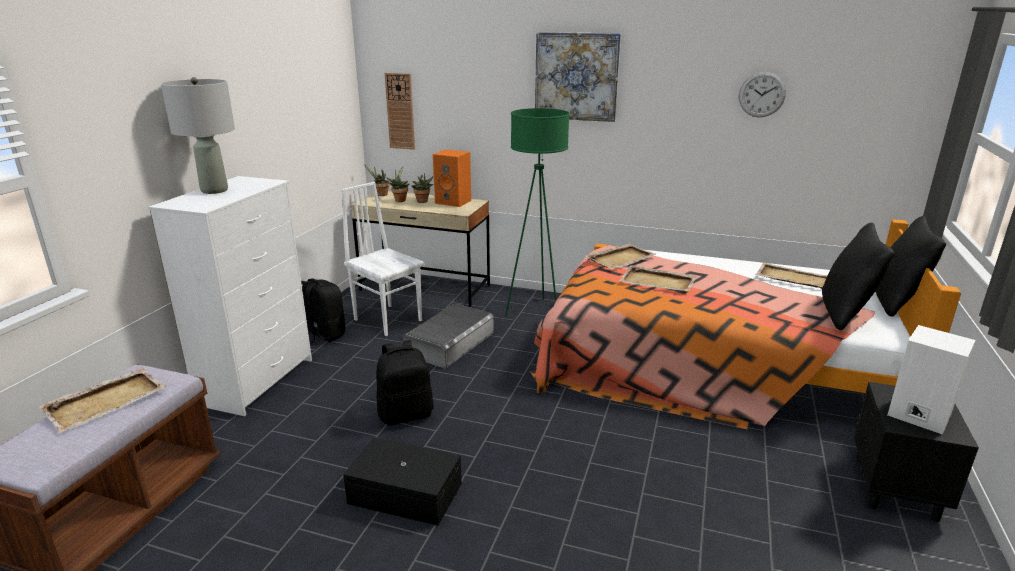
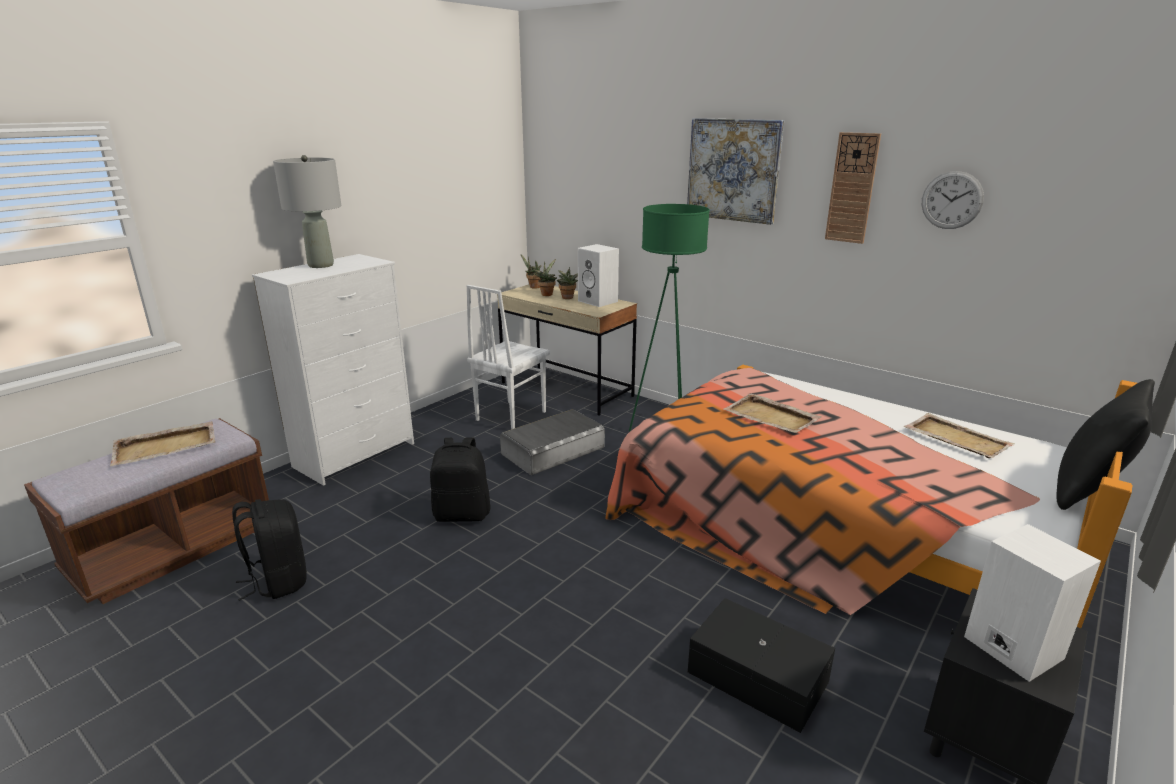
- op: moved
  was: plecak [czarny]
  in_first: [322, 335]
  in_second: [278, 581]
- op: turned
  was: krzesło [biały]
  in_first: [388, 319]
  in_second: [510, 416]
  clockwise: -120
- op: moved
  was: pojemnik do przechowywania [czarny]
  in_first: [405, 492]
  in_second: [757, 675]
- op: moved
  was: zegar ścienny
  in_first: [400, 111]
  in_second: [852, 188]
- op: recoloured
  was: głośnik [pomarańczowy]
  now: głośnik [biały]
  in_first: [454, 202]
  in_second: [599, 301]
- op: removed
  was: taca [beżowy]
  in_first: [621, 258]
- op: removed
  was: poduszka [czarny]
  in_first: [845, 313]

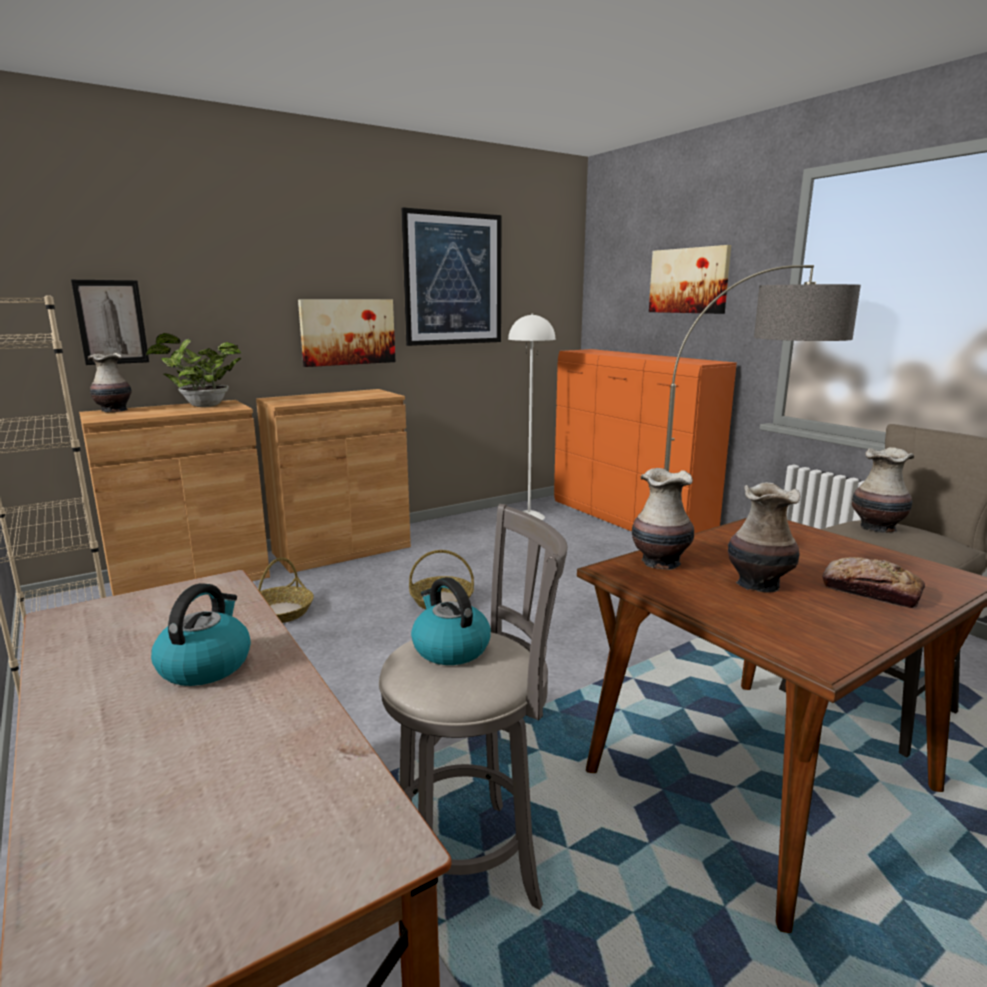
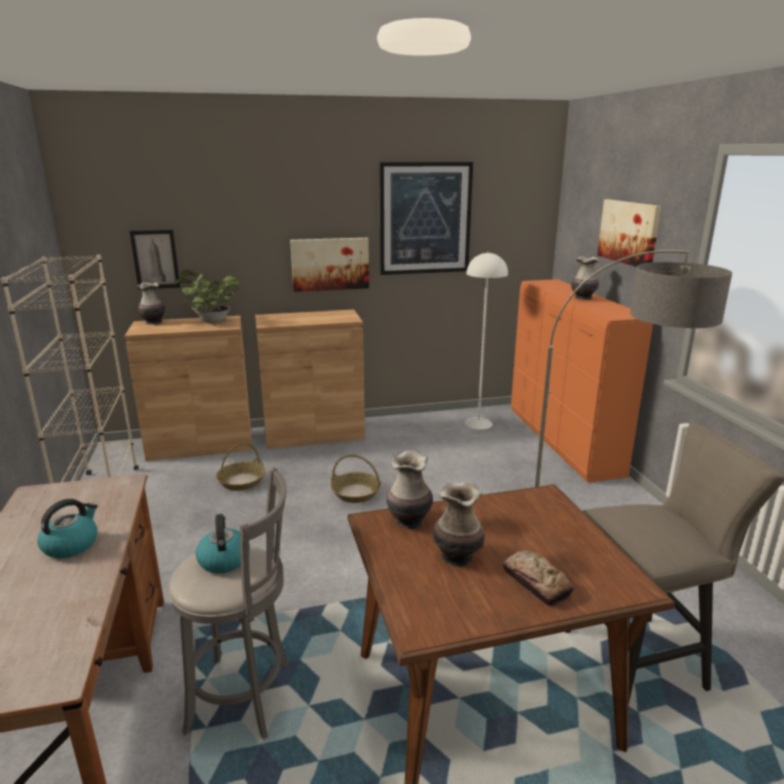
- op: moved
  was: wazon
  in_first: [877, 528]
  in_second: [583, 298]

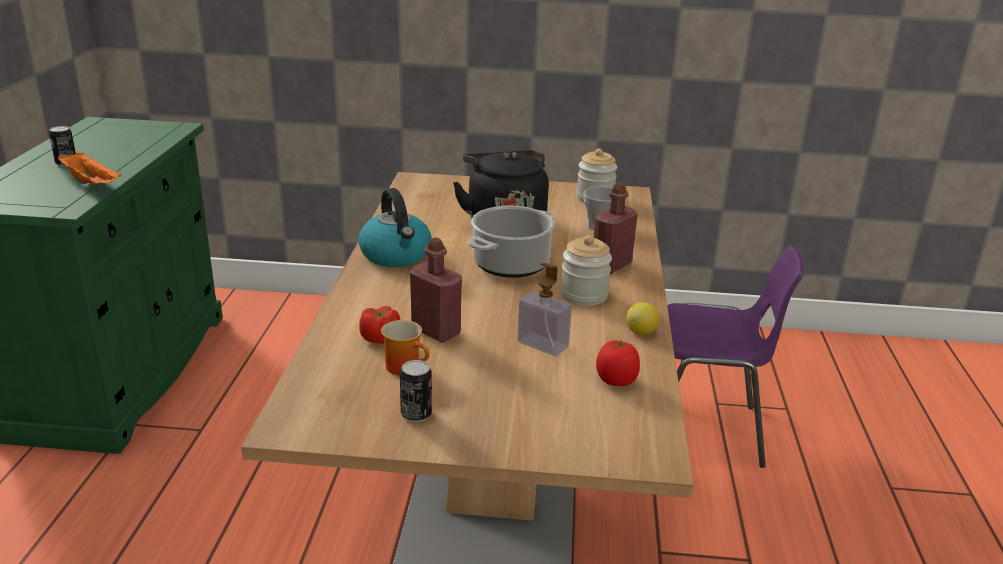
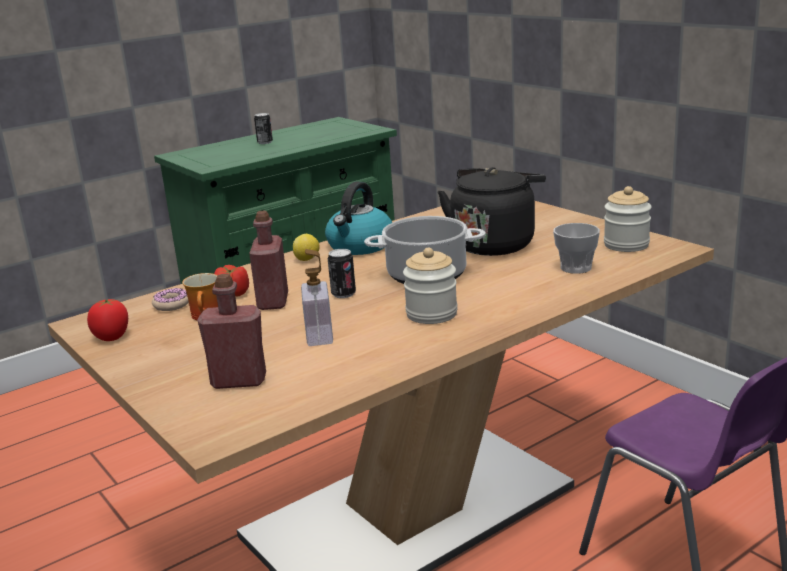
- op: removed
  was: taca [pomarańczowy]
  in_first: [92, 184]
- op: moved
  was: puszka
  in_first: [416, 414]
  in_second: [343, 294]
- op: moved
  was: butelka [czerwony]
  in_first: [611, 265]
  in_second: [239, 381]
- op: moved
  was: pomidor
  in_first: [616, 381]
  in_second: [111, 337]
- op: moved
  was: cytryna
  in_first: [641, 332]
  in_second: [307, 260]
- op: added
  now: donut
  in_second: [171, 305]

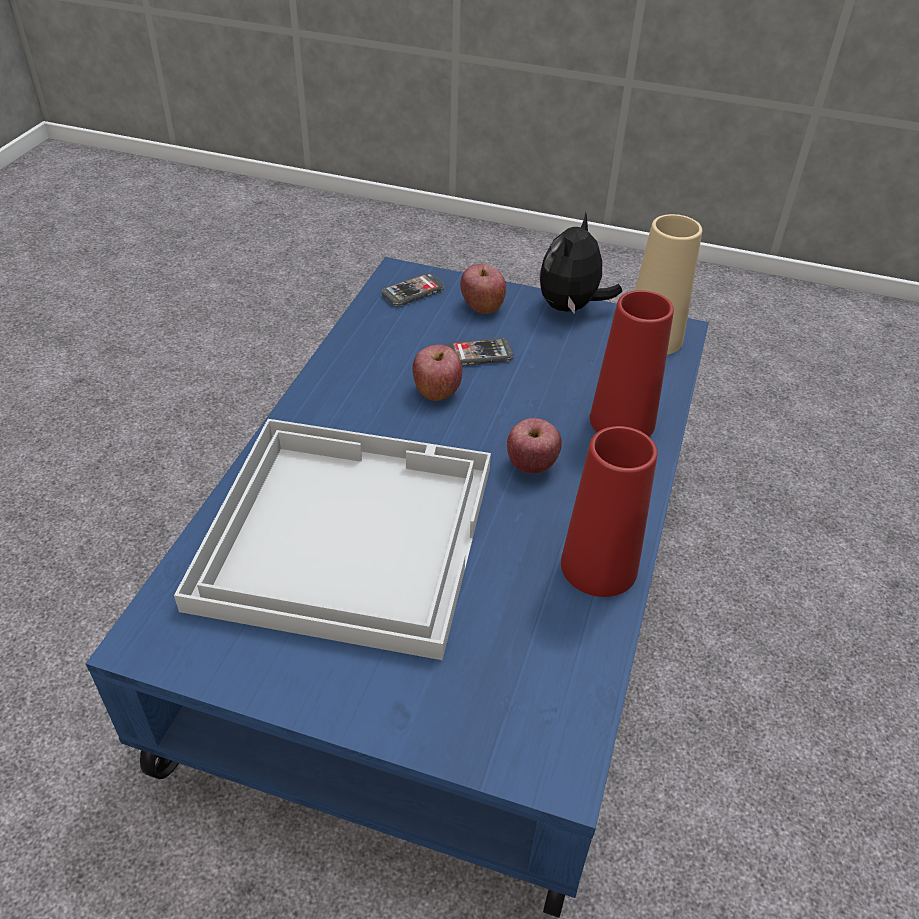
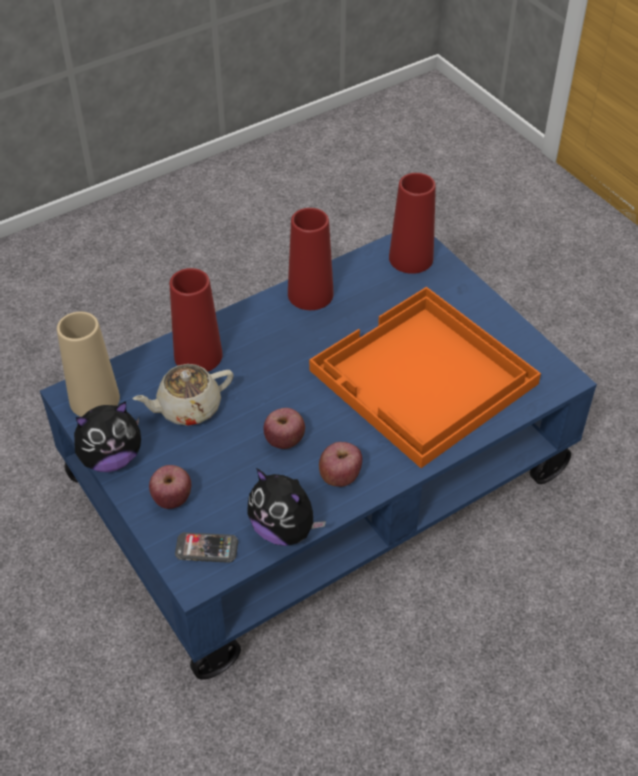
- op: recoloured
  was: taca [biały]
  now: taca [pomarańczowy]
  in_first: [344, 532]
  in_second: [423, 379]
- op: removed
  was: telefon
  in_first: [478, 354]
- op: moved
  was: jabłko
  in_first: [531, 465]
  in_second: [340, 476]
- op: added
  now: imbryk [beżowy]
  in_second: [188, 408]
- op: added
  now: pluszak
  in_second: [284, 529]
- op: added
  now: wazon [czerwony]
  in_second: [411, 258]

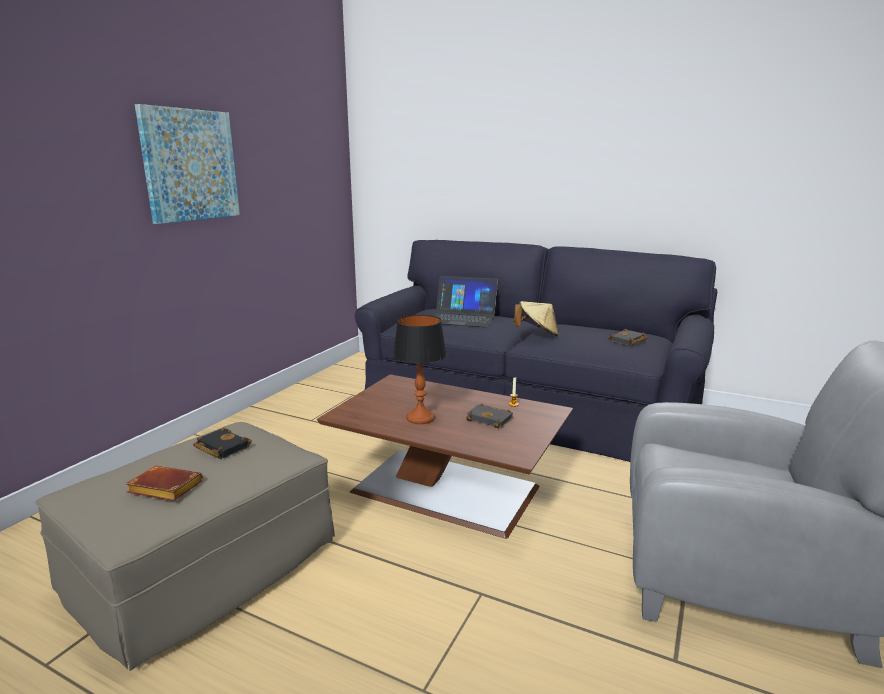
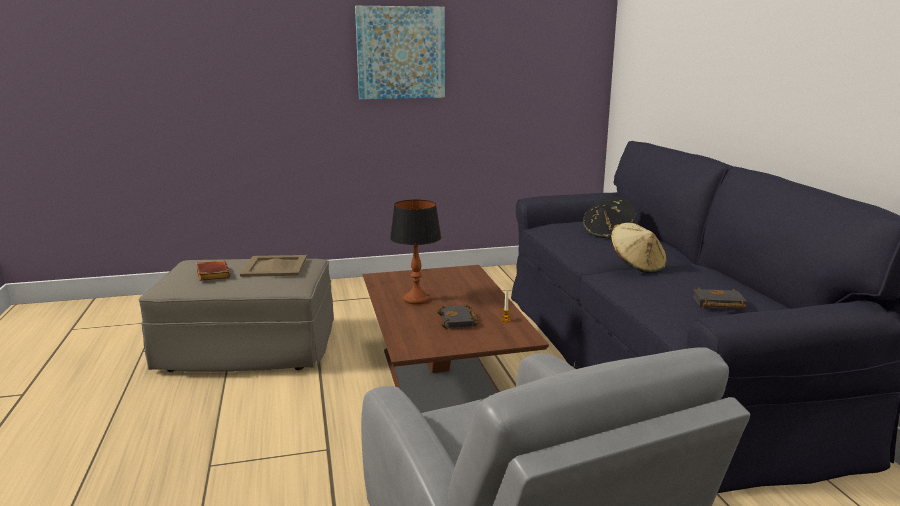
- op: replaced
  was: książka [czarny]
  now: taca [beżowy]
  in_first: [220, 447]
  in_second: [274, 266]
- op: replaced
  was: laptop
  now: kapelusz [czarny]
  in_first: [462, 318]
  in_second: [608, 233]

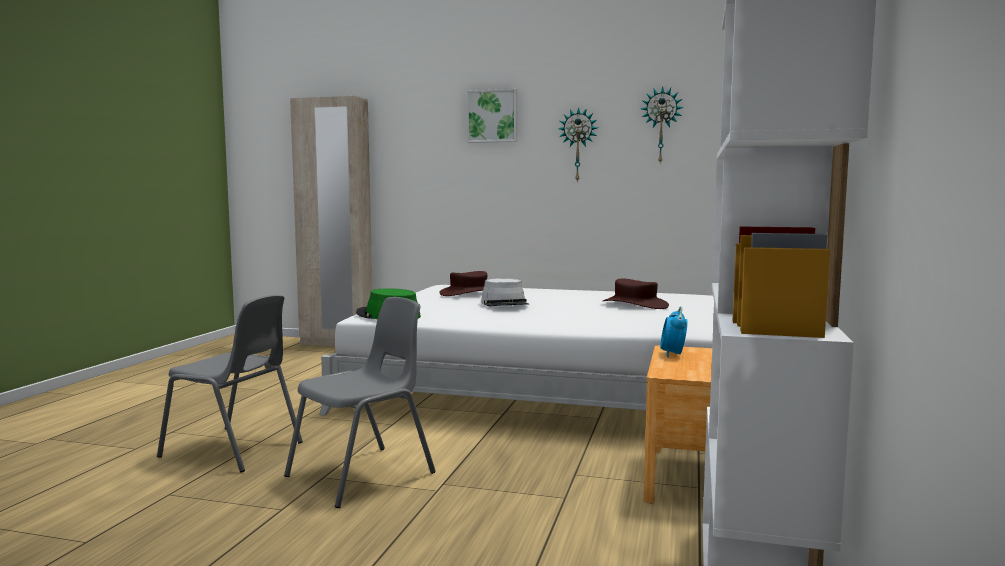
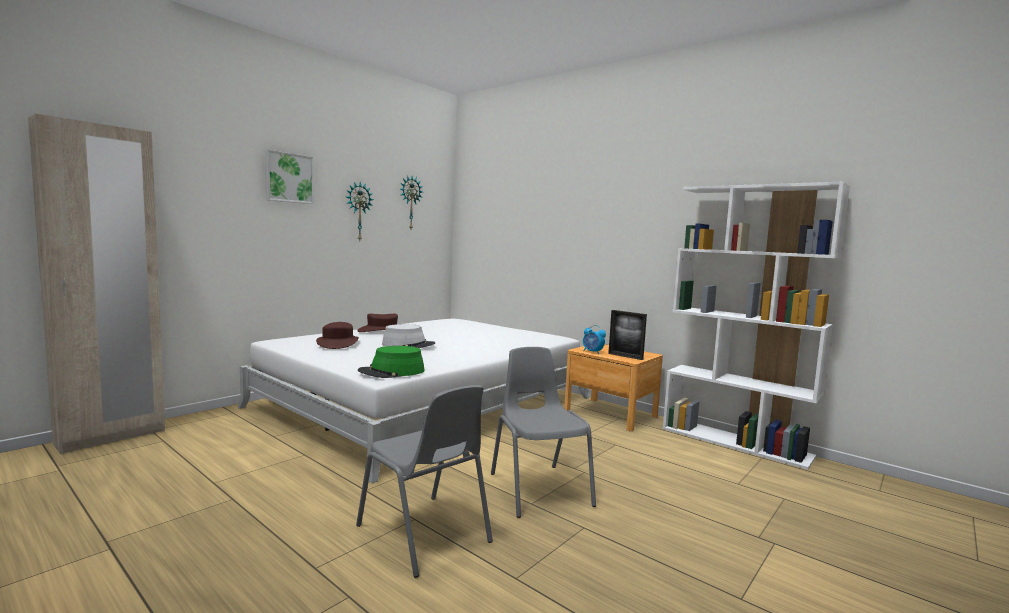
- op: turned
  was: krzesło [szary]
  in_first: [234, 450]
  in_second: [425, 534]
  clockwise: 90
- op: moved
  was: kapelusz [brązowy]
  in_first: [635, 304]
  in_second: [382, 331]
- op: added
  now: ramka na zdjęcie
  in_second: [625, 356]

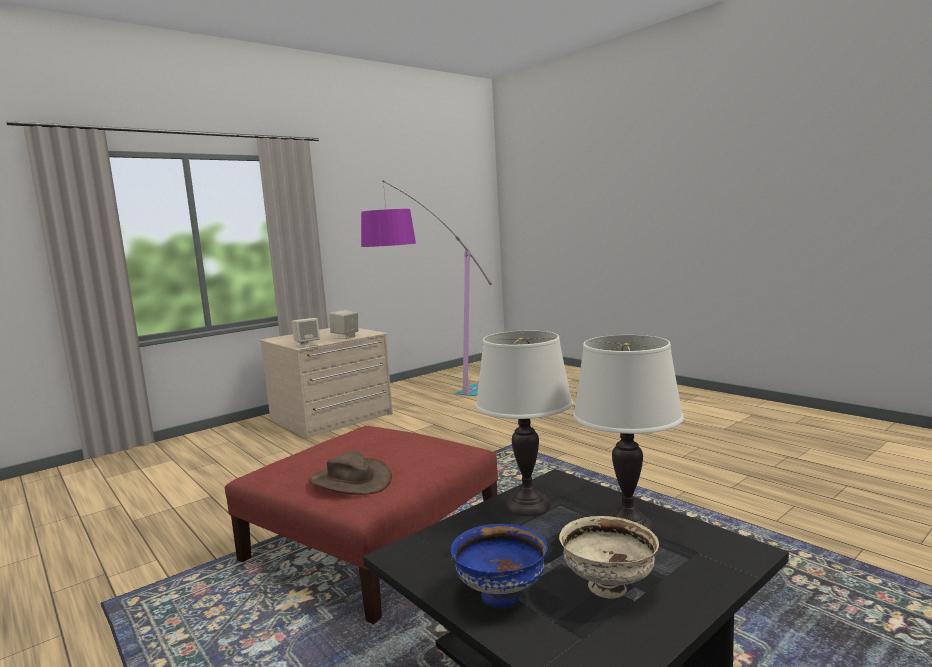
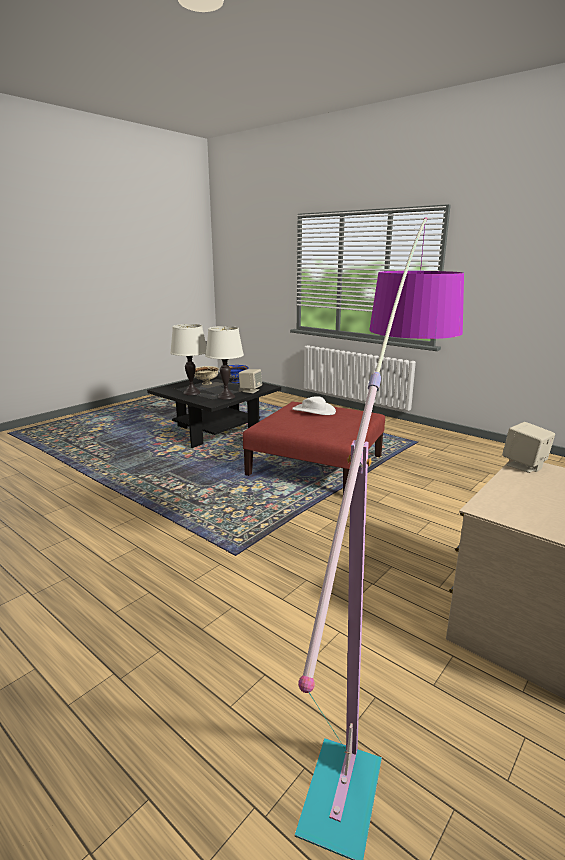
- op: recoloured
  was: kapelusz [brązowy]
  now: kapelusz [biały]
  in_first: [350, 481]
  in_second: [314, 410]
- op: moved
  was: głośnik [beżowy]
  in_first: [345, 337]
  in_second: [250, 390]

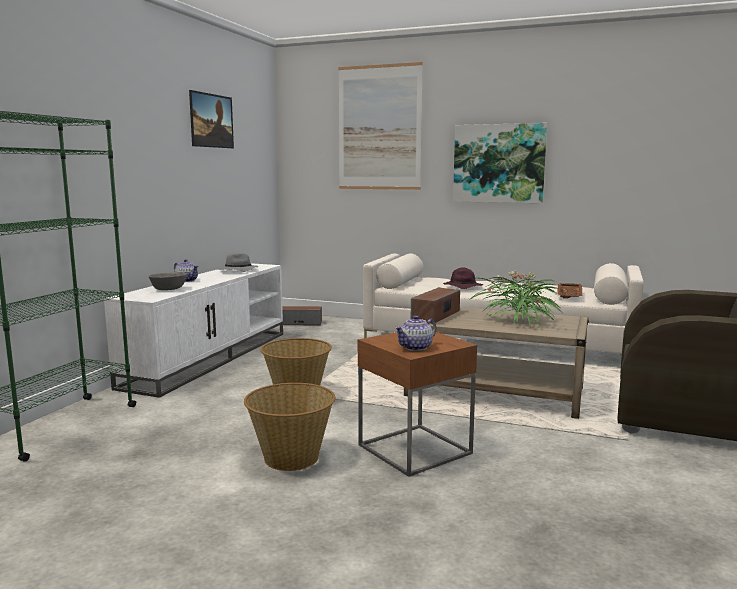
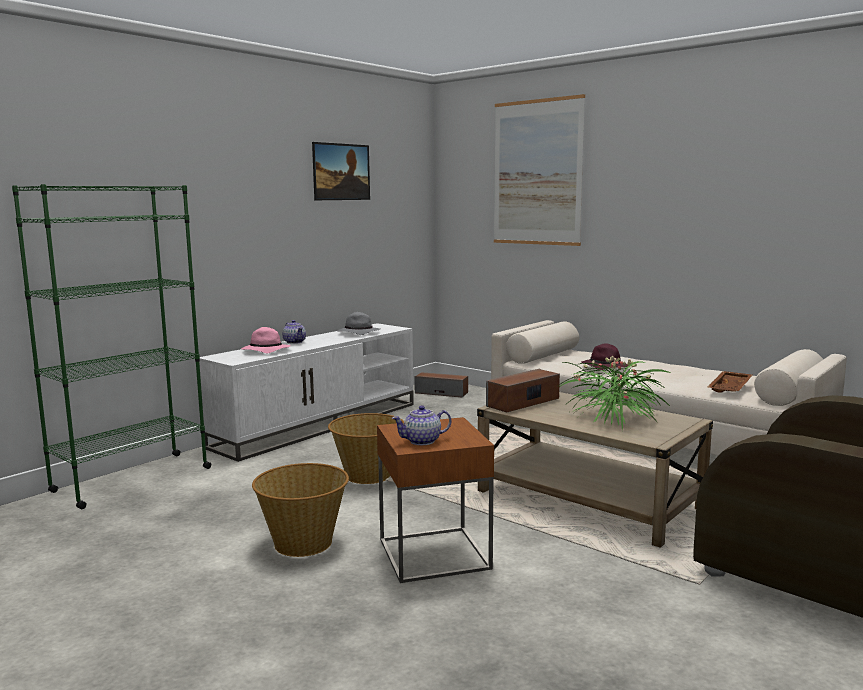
- op: replaced
  was: miska [szary]
  now: kapelusz [różowy]
  in_first: [168, 289]
  in_second: [265, 351]
- op: removed
  was: obraz
  in_first: [499, 163]

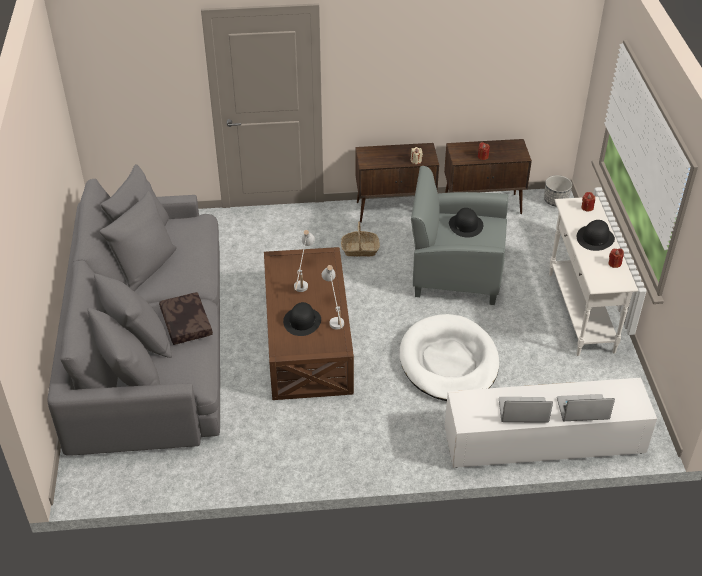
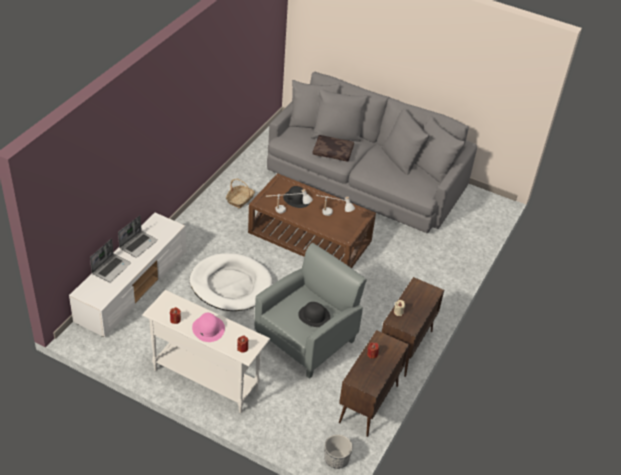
- op: moved
  was: koszyk
  in_first: [360, 249]
  in_second: [240, 200]
- op: recoloured
  was: kapelusz [czarny]
  now: kapelusz [różowy]
  in_first: [595, 238]
  in_second: [208, 328]

